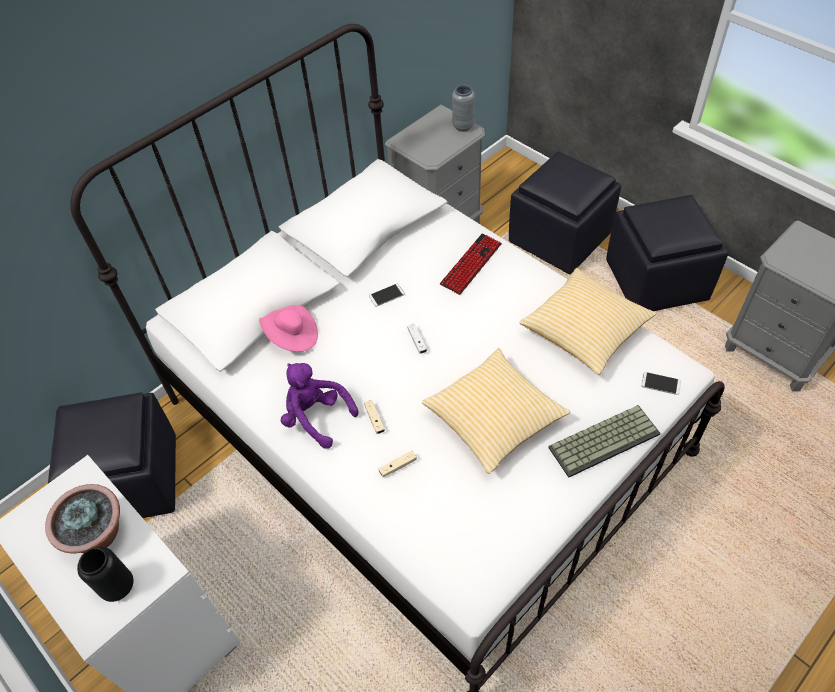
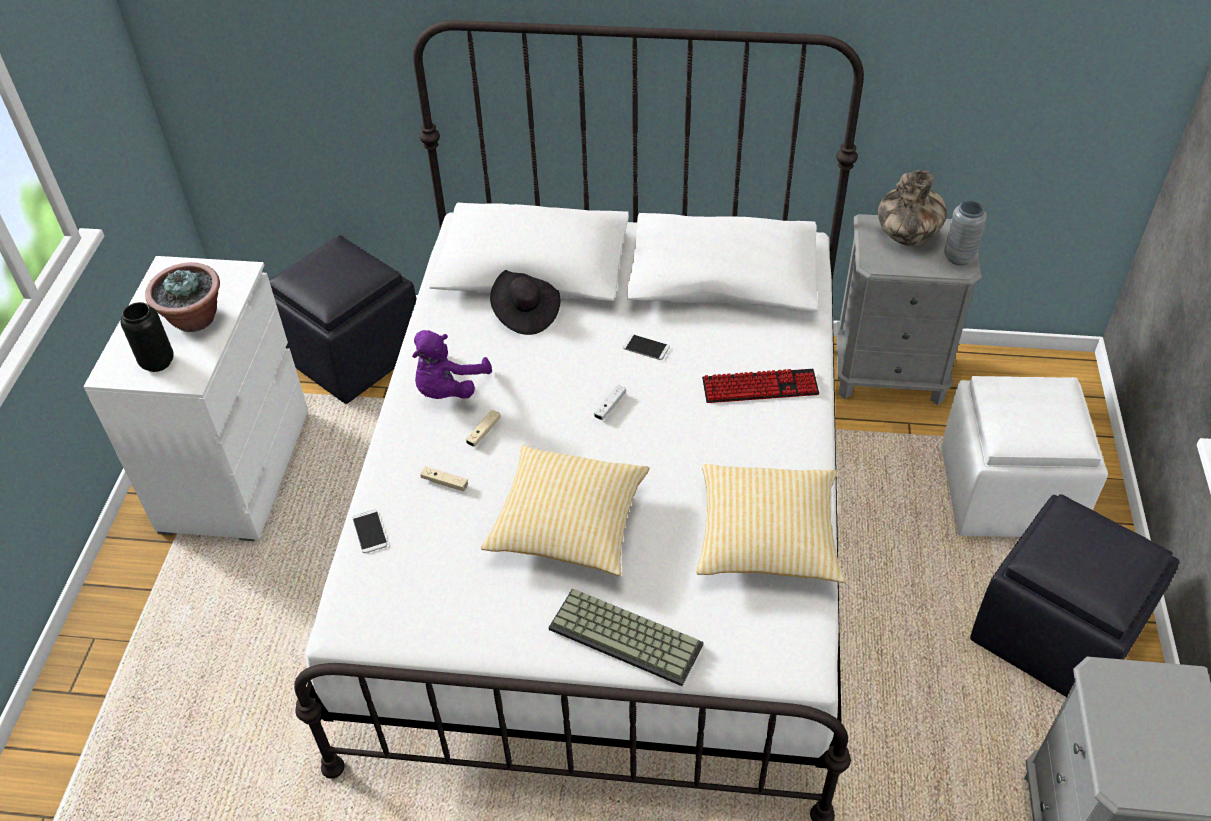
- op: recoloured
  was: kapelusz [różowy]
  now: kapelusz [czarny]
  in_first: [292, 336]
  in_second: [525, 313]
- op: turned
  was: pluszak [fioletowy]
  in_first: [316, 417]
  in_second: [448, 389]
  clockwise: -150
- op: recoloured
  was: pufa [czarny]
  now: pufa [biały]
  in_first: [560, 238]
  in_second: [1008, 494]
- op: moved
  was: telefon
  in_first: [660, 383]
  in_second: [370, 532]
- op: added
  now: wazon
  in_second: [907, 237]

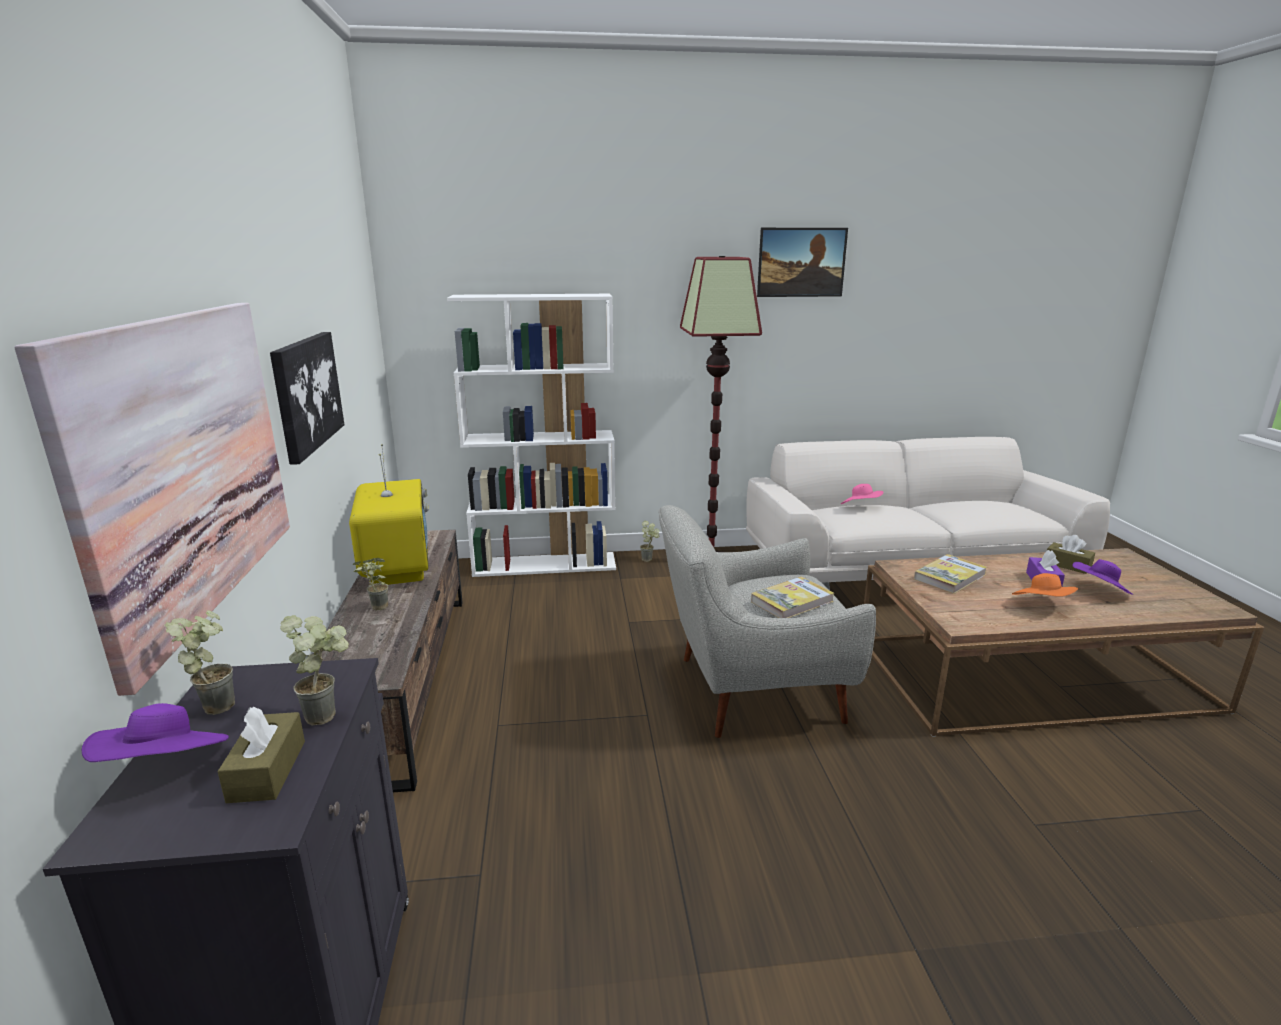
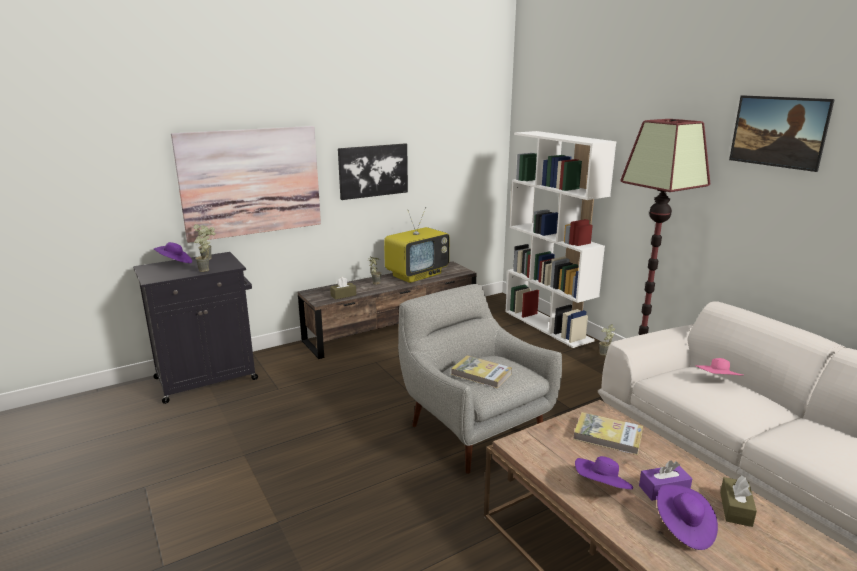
- op: moved
  was: pudełko chusteczek [brązowy]
  in_first: [267, 771]
  in_second: [343, 295]
- op: recoloured
  was: kapelusz [pomarańczowy]
  now: kapelusz [fioletowy]
  in_first: [1042, 605]
  in_second: [602, 487]

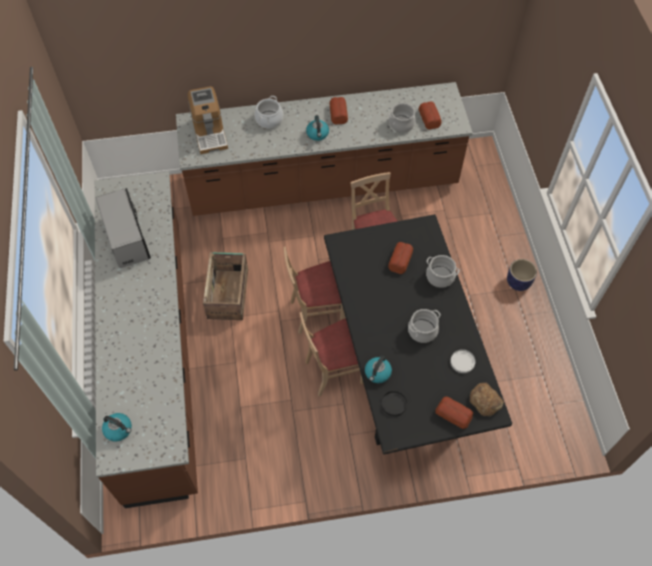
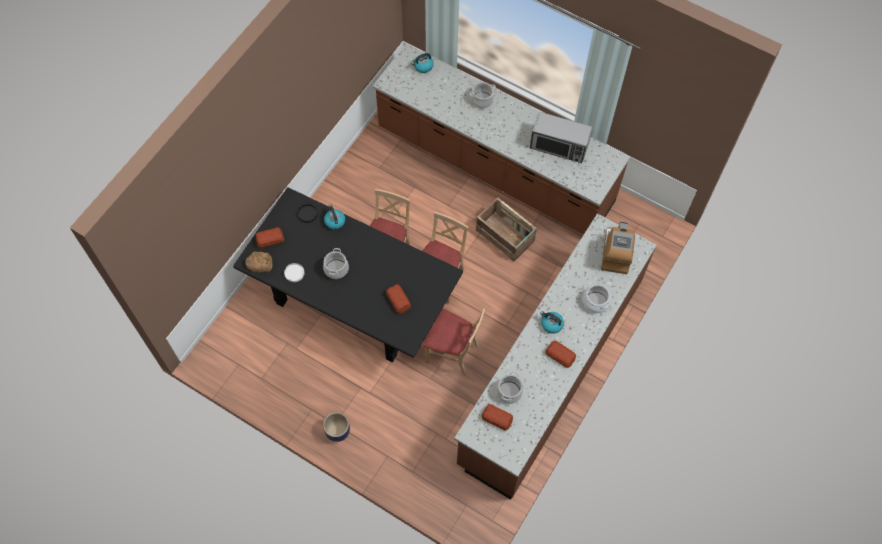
- op: turned
  was: ekspres do kawy
  in_first: [209, 133]
  in_second: [616, 253]
  clockwise: 75
- op: moved
  was: garnek
  in_first: [440, 276]
  in_second: [482, 100]

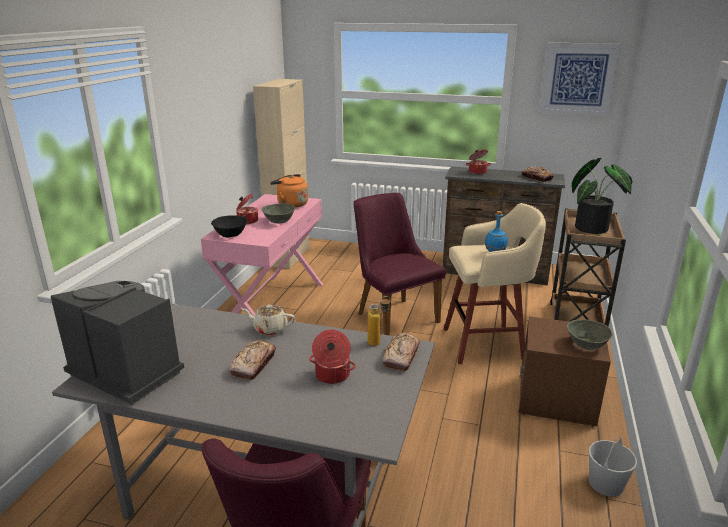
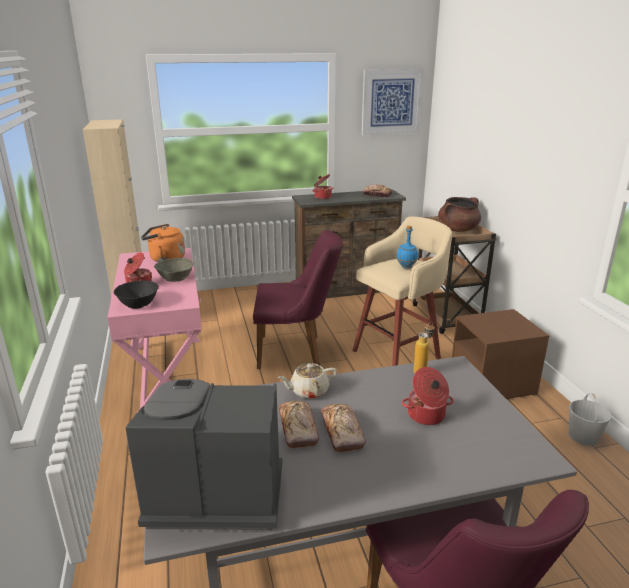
- op: turned
  was: krzesło [fioletowy]
  in_first: [393, 314]
  in_second: [296, 351]
  clockwise: 150
- op: moved
  was: chleb
  in_first: [401, 356]
  in_second: [298, 429]
- op: removed
  was: miska [szary]
  in_first: [587, 345]
- op: replaced
  was: roślina doniczkowa
  now: garnek [brązowy]
  in_first: [595, 228]
  in_second: [458, 230]

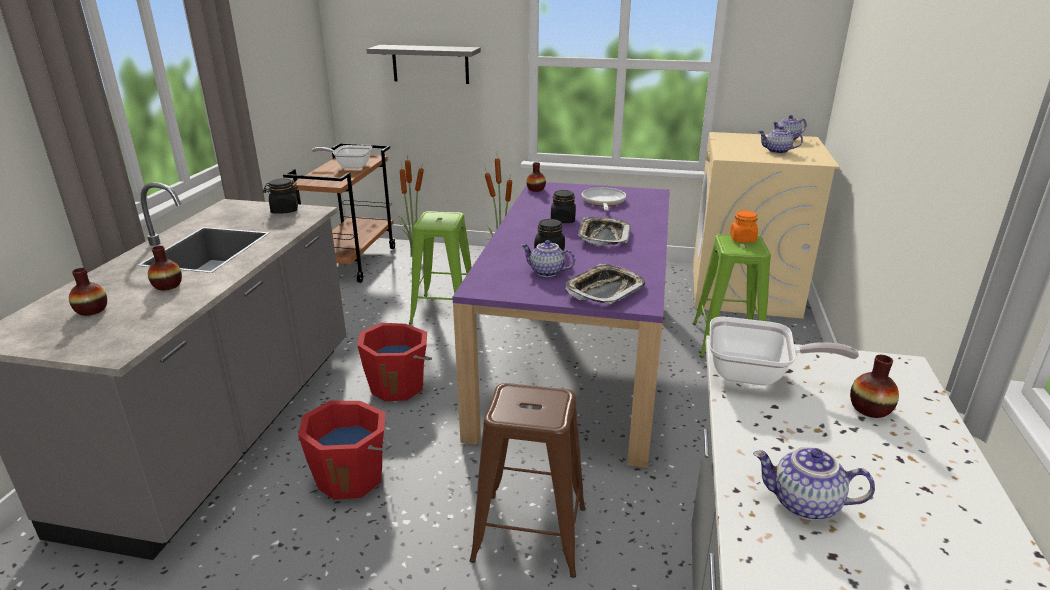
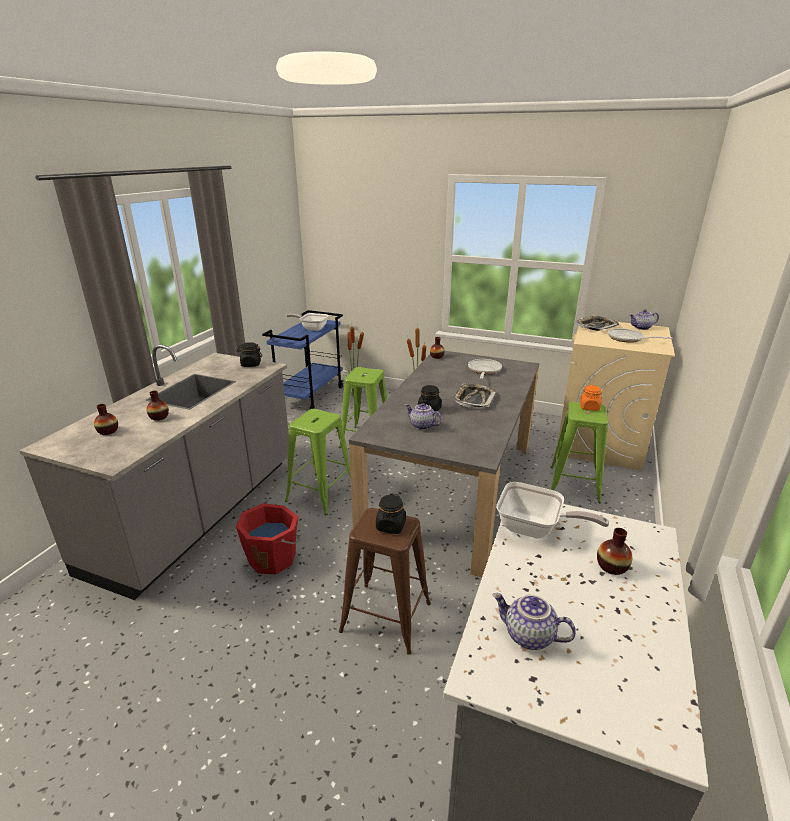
- op: recoloured
  was: wózek [brązowy]
  now: wózek [niebieski]
  in_first: [352, 261]
  in_second: [310, 396]
- op: replaced
  was: wiadro [czerwony]
  now: stołek [zielony]
  in_first: [398, 385]
  in_second: [320, 494]
- op: removed
  was: półka [szary]
  in_first: [430, 64]
- op: recoloured
  was: stół jadalny [fioletowy]
  now: stół jadalny [szary]
  in_first: [576, 361]
  in_second: [453, 488]
- op: moved
  was: słoik [czarny]
  in_first: [563, 220]
  in_second: [391, 526]
- op: moved
  was: taca
  in_first: [604, 290]
  in_second: [596, 326]
- op: replaced
  was: imbryk
  now: patelnia
  in_first: [777, 151]
  in_second: [628, 339]

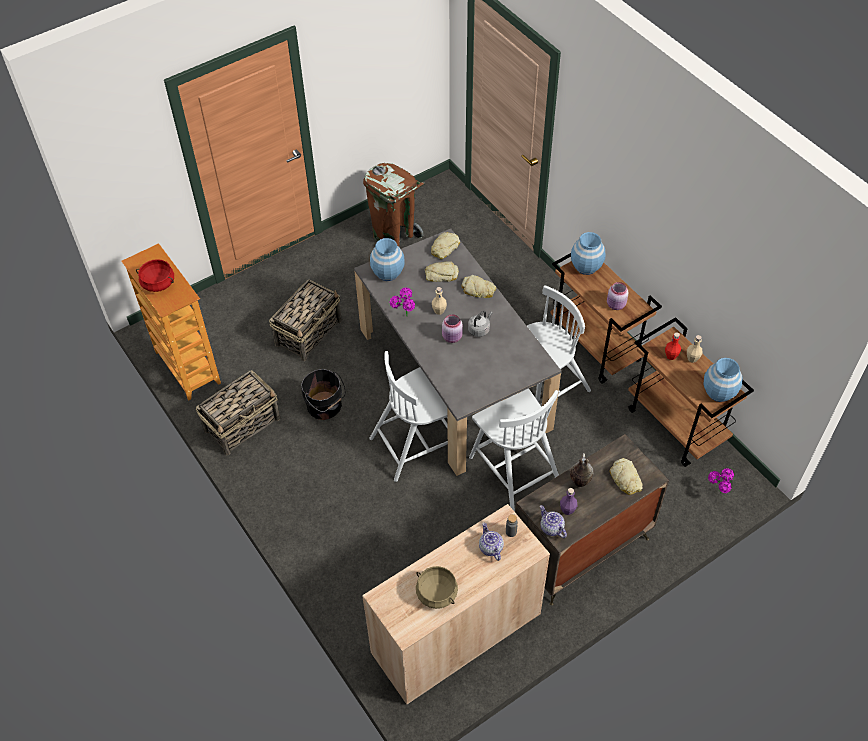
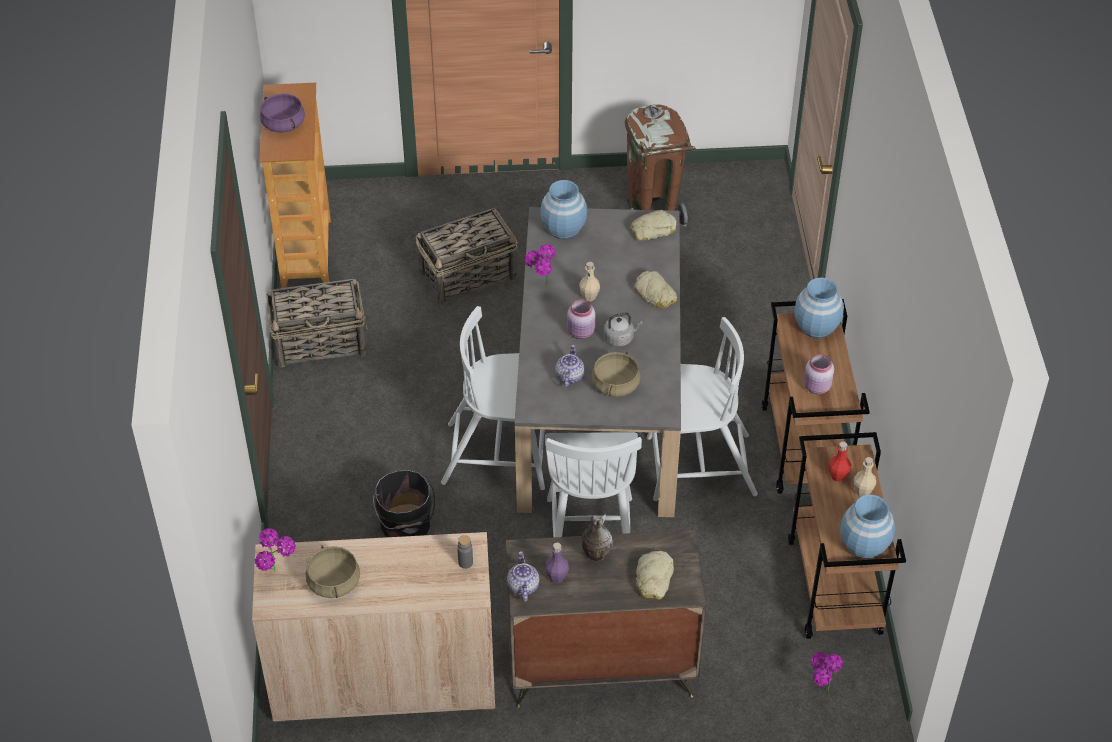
- op: recoloured
  was: garnek [czerwony]
  now: garnek [fioletowy]
  in_first: [158, 283]
  in_second: [283, 124]
- op: moved
  was: wiadro [czarny]
  in_first: [325, 406]
  in_second: [405, 525]
- op: removed
  was: chleb
  in_first: [441, 274]
- op: moved
  was: imbryk
  in_first: [490, 547]
  in_second: [569, 376]
- op: added
  now: roślina doniczkowa
  in_second: [279, 576]
- op: added
  now: garnek [beżowy]
  in_second: [616, 385]

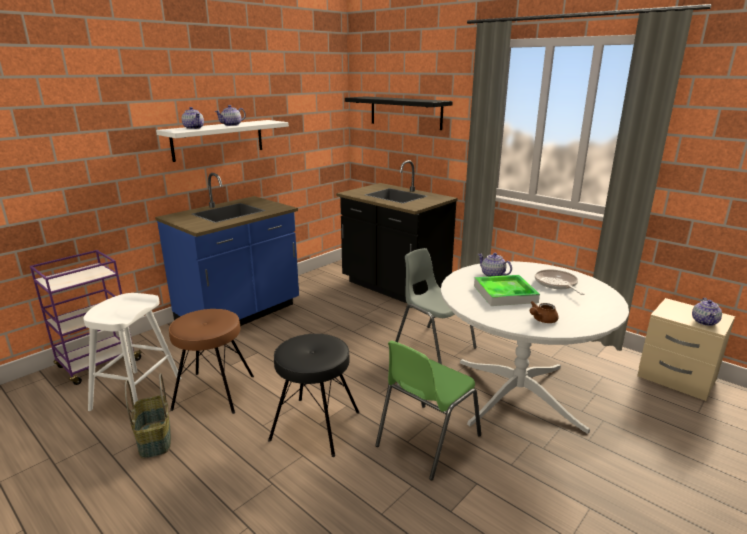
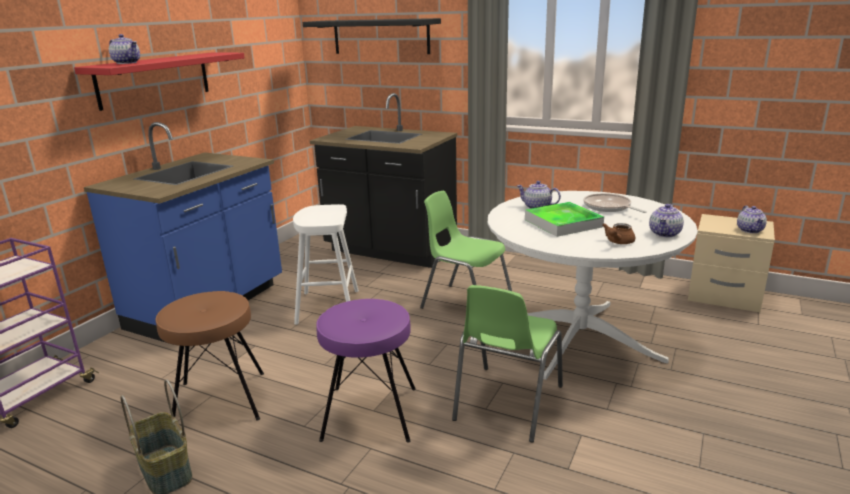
- op: moved
  was: stołek [biały]
  in_first: [137, 394]
  in_second: [328, 307]
- op: recoloured
  was: półka [biały]
  now: półka [czerwony]
  in_first: [218, 140]
  in_second: [154, 79]
- op: moved
  was: imbryk
  in_first: [231, 125]
  in_second: [665, 234]
- op: recoloured
  was: stołek [czarny]
  now: stołek [fioletowy]
  in_first: [316, 425]
  in_second: [371, 413]
- op: recoloured
  was: krzesło [szary]
  now: krzesło [zielony]
  in_first: [434, 345]
  in_second: [465, 303]

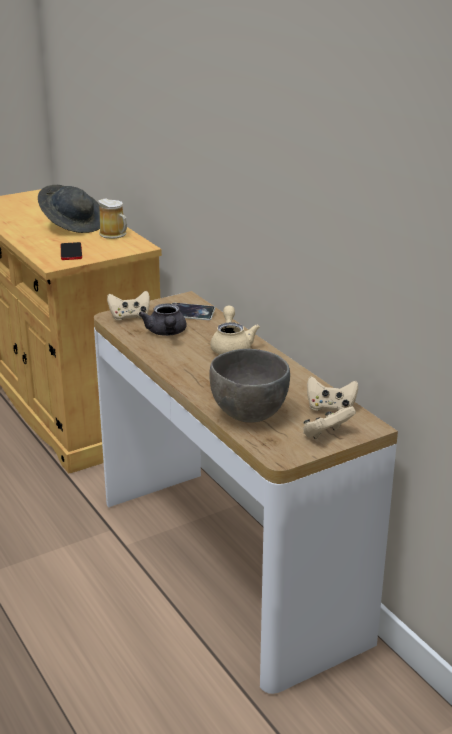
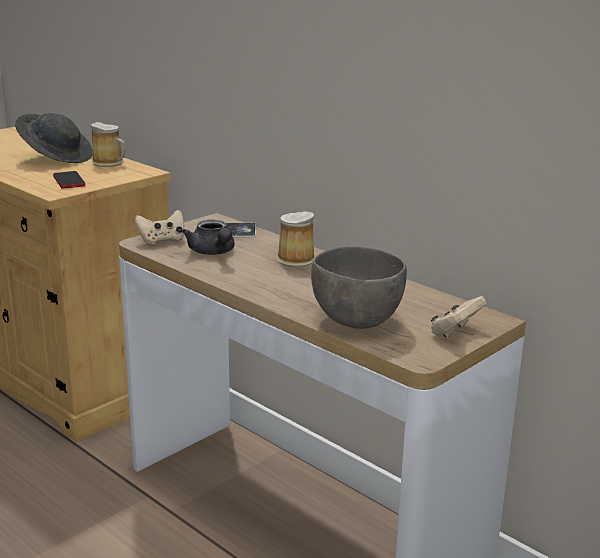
- op: replaced
  was: imbryk [beżowy]
  now: kubek
  in_first: [231, 346]
  in_second: [294, 259]
- op: removed
  was: pad do gier [beżowy]
  in_first: [330, 408]

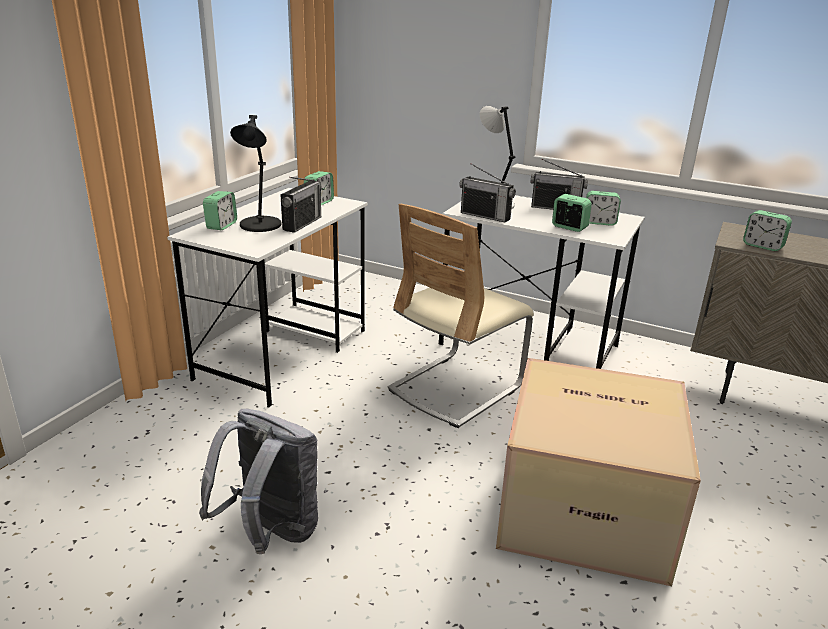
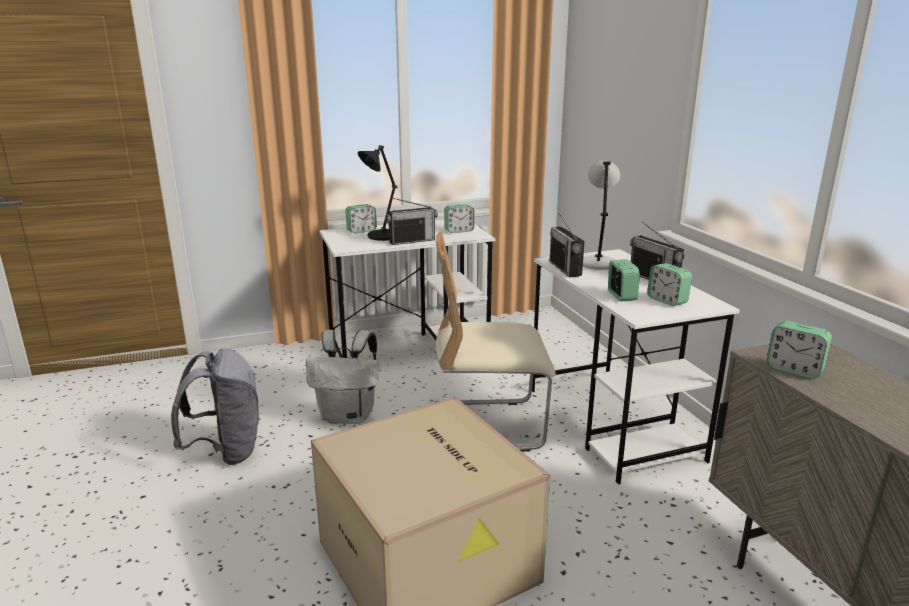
- op: turned
  was: budzik
  in_first: [762, 246]
  in_second: [794, 369]
  clockwise: -45
- op: added
  now: plecak [biały]
  in_second: [349, 416]

